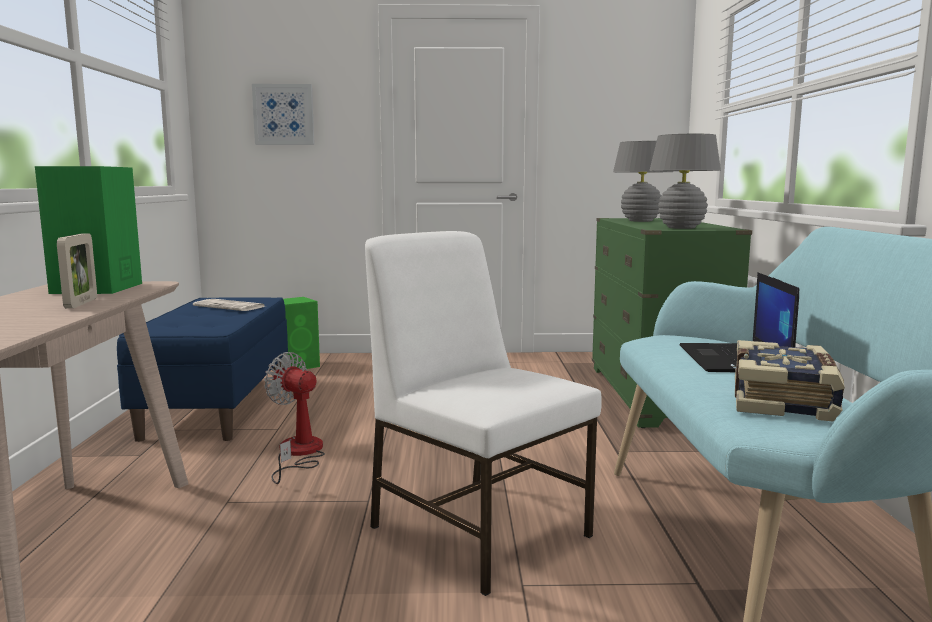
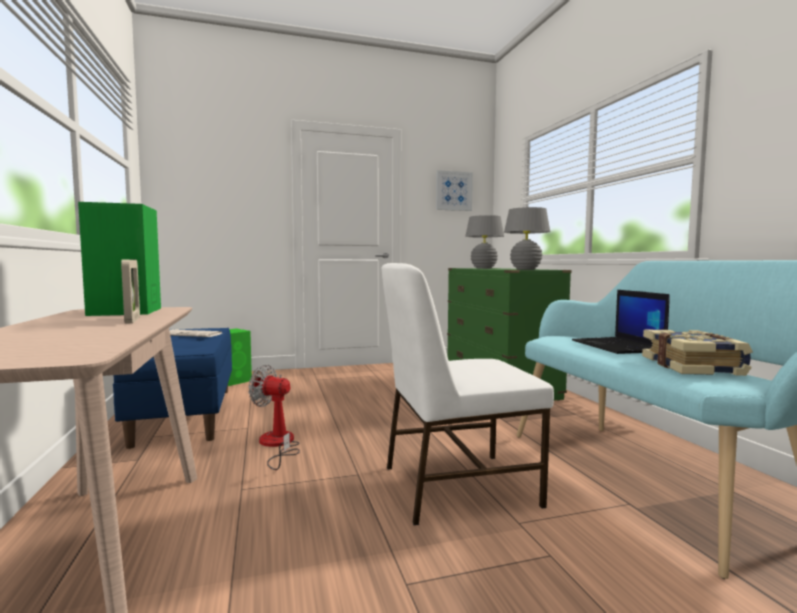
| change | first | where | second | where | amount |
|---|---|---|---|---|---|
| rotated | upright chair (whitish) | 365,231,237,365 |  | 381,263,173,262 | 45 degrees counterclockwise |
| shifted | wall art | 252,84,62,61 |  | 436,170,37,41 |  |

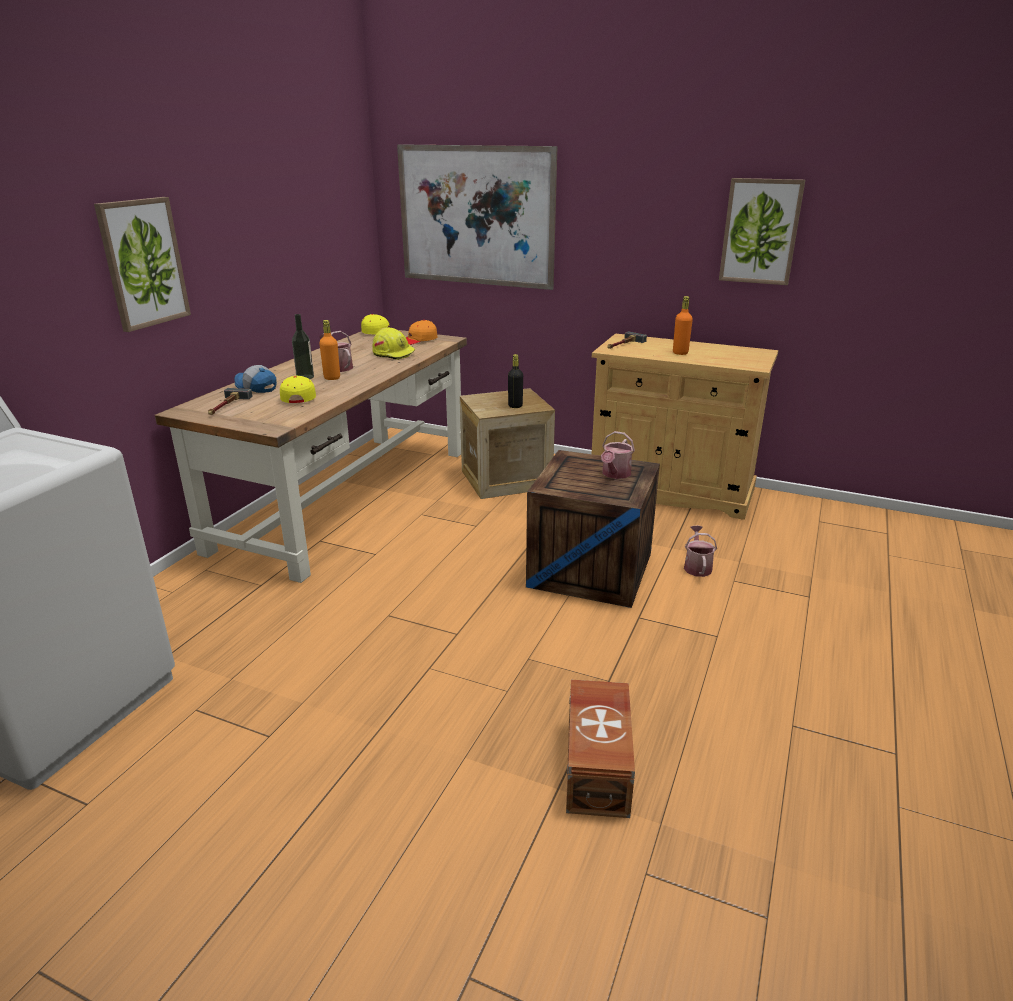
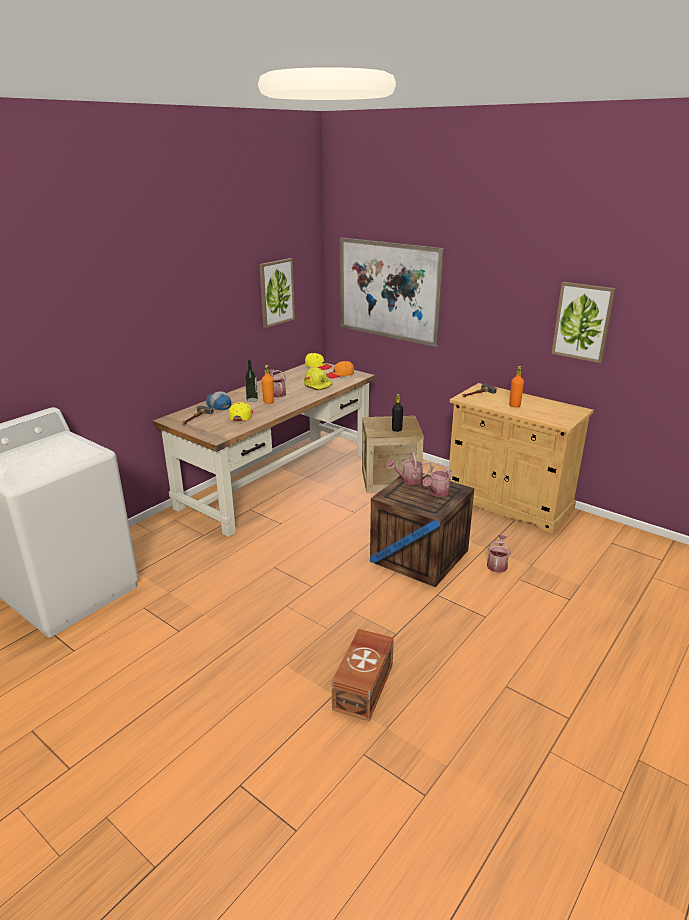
| change | first | where | second | where | amount |
|---|---|---|---|---|---|
| shifted | wall art | 94,197,97,135 |  | 259,258,36,70 |  |
| new |  |  | sprinkling can | 386,452,46,33 |  |

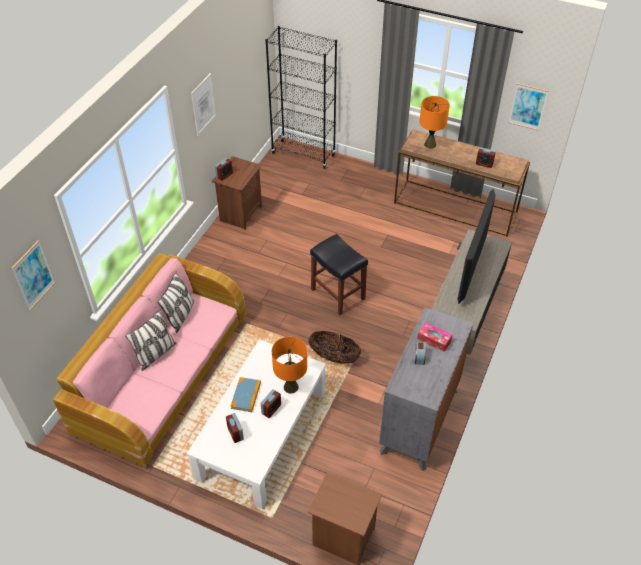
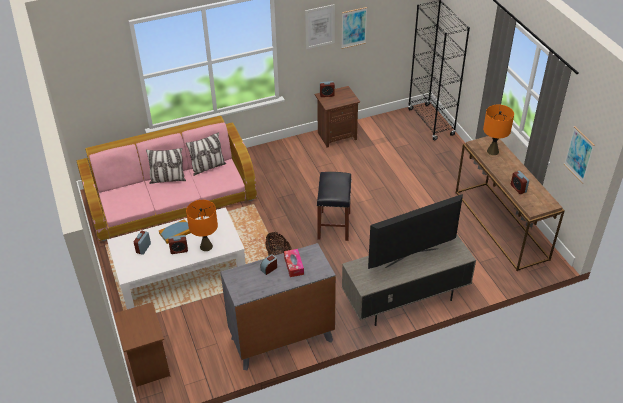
| change | first | where | second | where | amount |
|---|---|---|---|---|---|
| shifted | wall art | 11,240,44,70 |  | 341,7,26,42 |  |

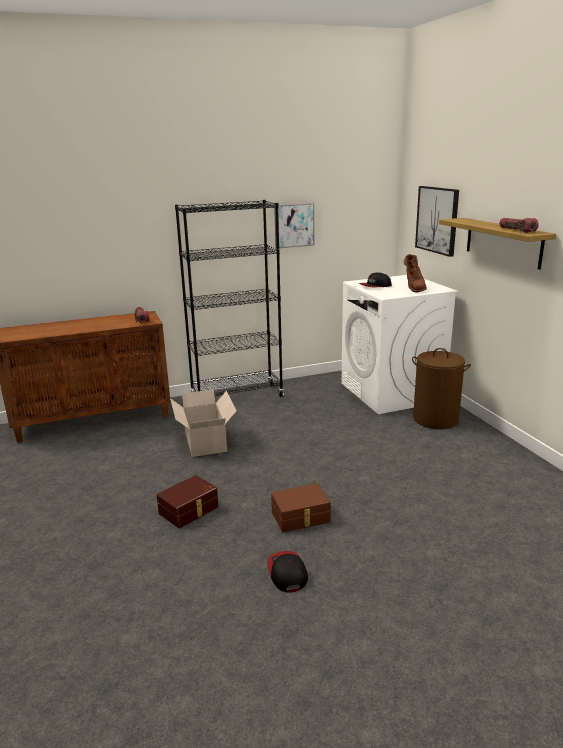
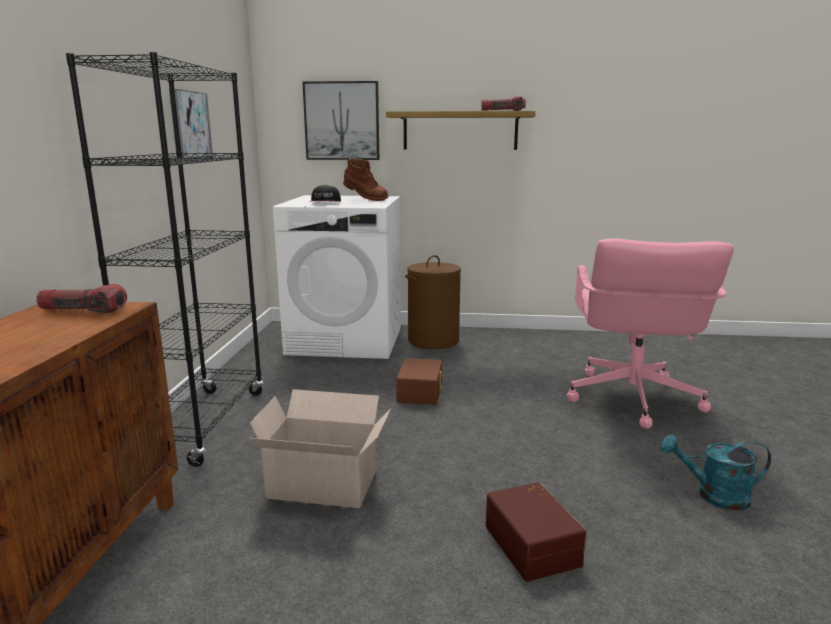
| change | first | where | second | where | amount |
|---|---|---|---|---|---|
| shifted | storage box (brown-coloured) | 271,483,60,50 |  | 396,358,47,47 |  |
| new |  |  | computer chair (pink-coloured) | 567,239,167,190 |  |
| swapped | cap | 268,551,40,42 | sprinkling can (turquoise) | 660,434,111,77 |  |

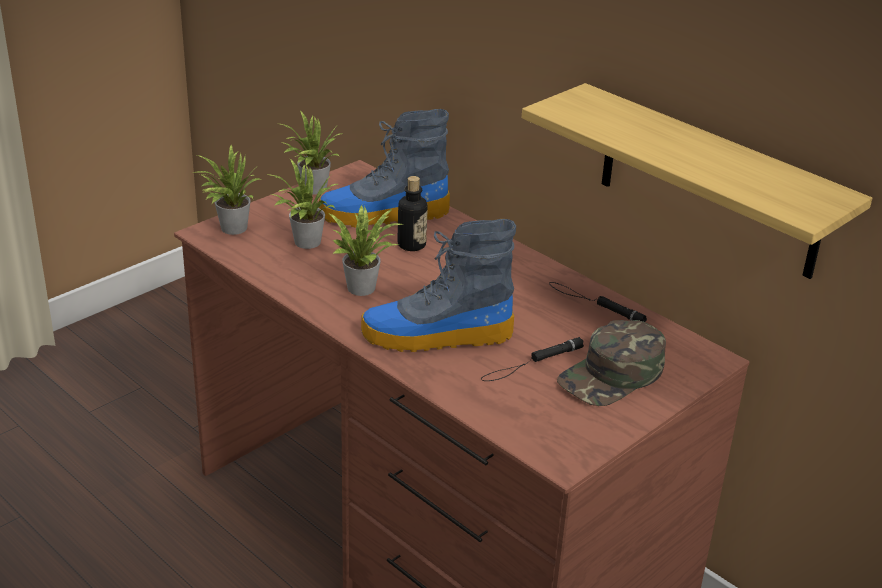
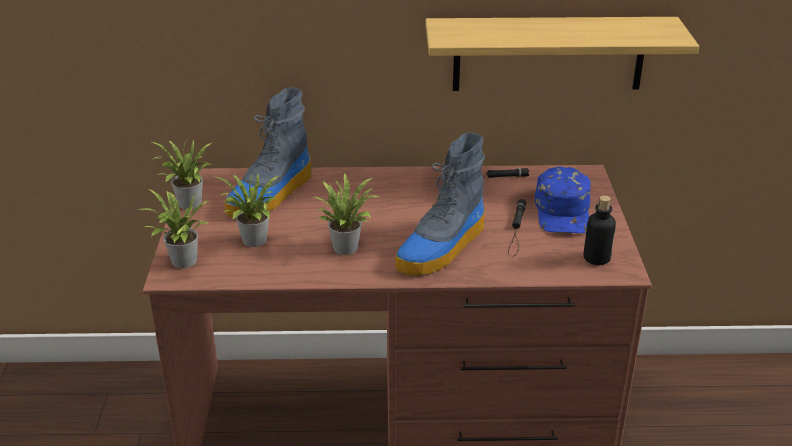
| change | first | where | second | where | amount |
|---|---|---|---|---|---|
| repainted | cap (greenish) | 557,320,109,86 | cap (bluish) | 535,167,55,66 |  |
| shifted | drink bottle | 398,176,30,75 |  | 583,195,33,70 |  |

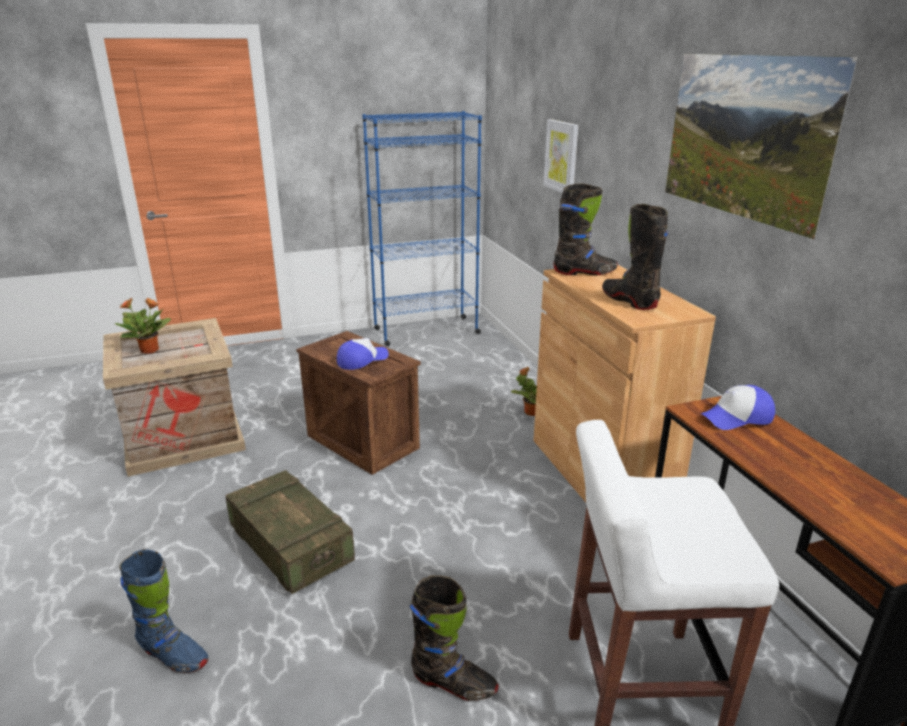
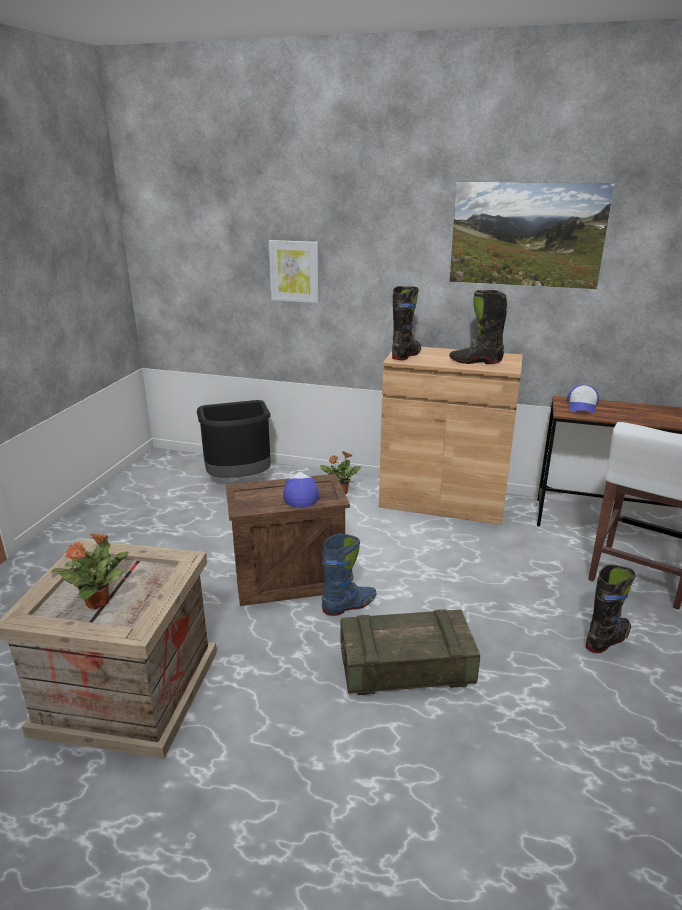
| change | first | where | second | where | amount |
|---|---|---|---|---|---|
| new |  |  | rubbish bin (black-coloured) | 197,400,74,78 |  |
| shifted | tall boot (bluish) | 119,549,89,124 |  | 322,534,55,82 |  |
| gone | bookshelf (bluish) | 362,111,120,235 |  |  |  |

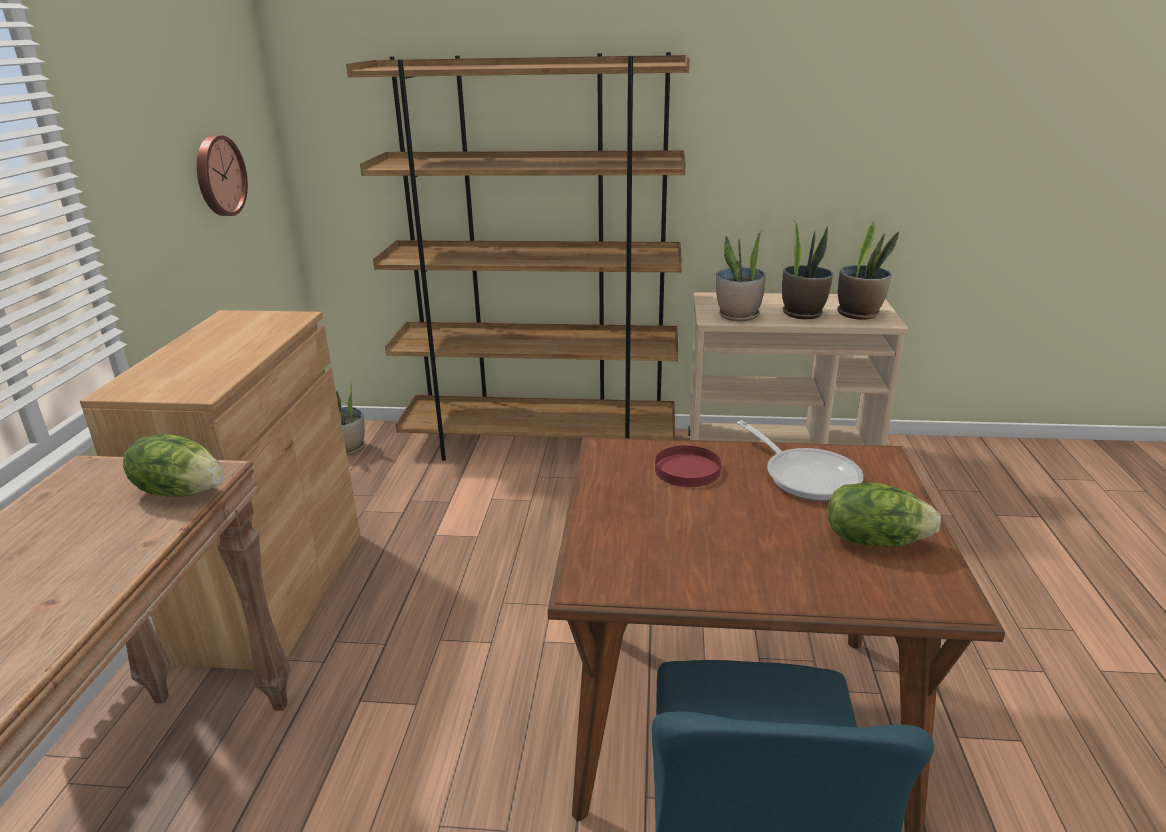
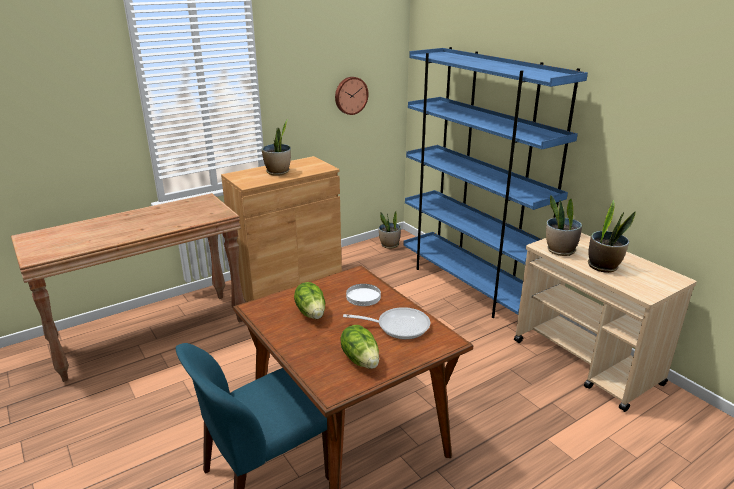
| change | first | where | second | where | amount |
|---|---|---|---|---|---|
| shifted | potted plant | 837,218,62,102 |  | 262,119,29,57 |  |
| shifted | head of lettuce | 123,434,101,63 |  | 294,282,31,37 |  |
| rotated | skillet | 737,420,126,81 |  | 343,307,87,32 | 105 degrees counterclockwise |
| repainted | dinner plate (red) | 655,446,66,41 | dinner plate (whitish) | 346,284,35,22 |  |
| repainted | bookshelf (brown-coloured) | 346,52,344,409 | bookshelf (bluish) | 403,47,185,271 |  |

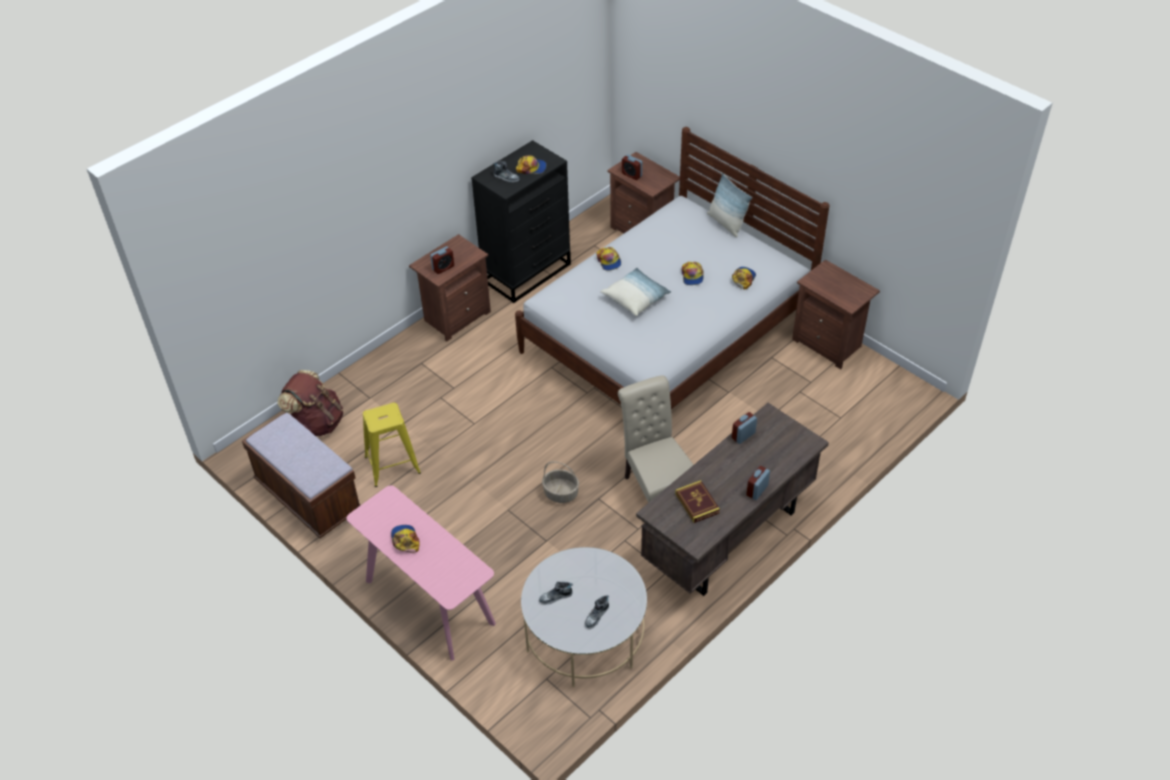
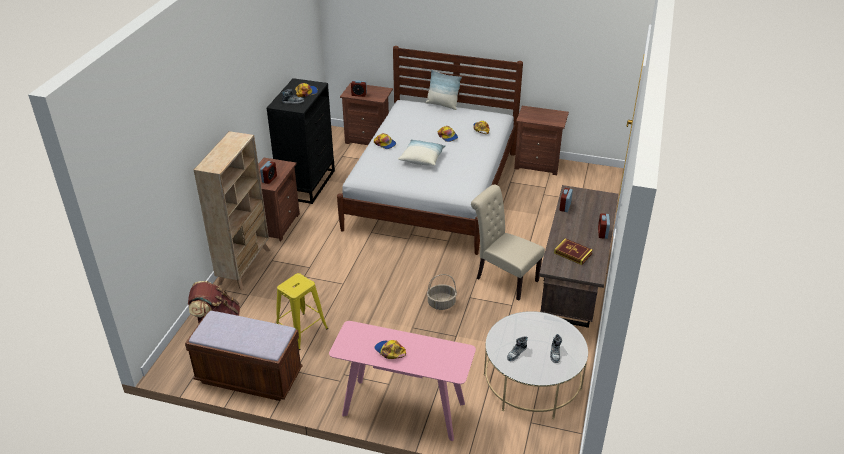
| change | first | where | second | where | amount |
|---|---|---|---|---|---|
| new |  |  | bookshelf (sand-coloured) | 194,131,76,159 |  |

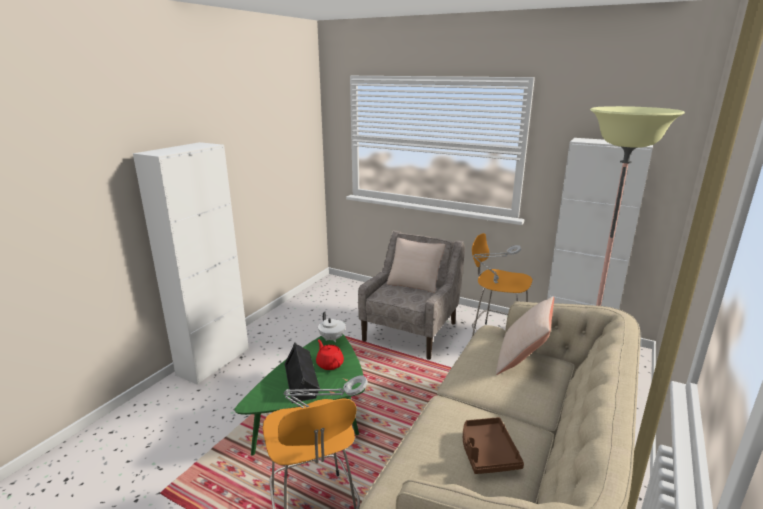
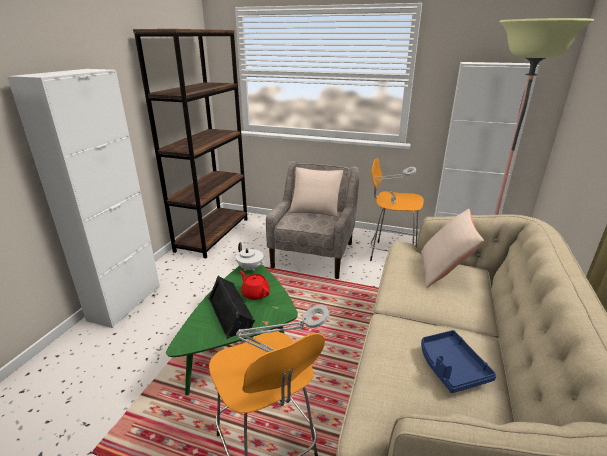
| change | first | where | second | where | amount |
|---|---|---|---|---|---|
| new |  |  | bookshelf (brown-coloured) | 133,29,115,229 |  |
| repainted | carrying tray (brown-coloured) | 463,417,61,57 | carrying tray (bluish) | 421,330,75,63 |  |

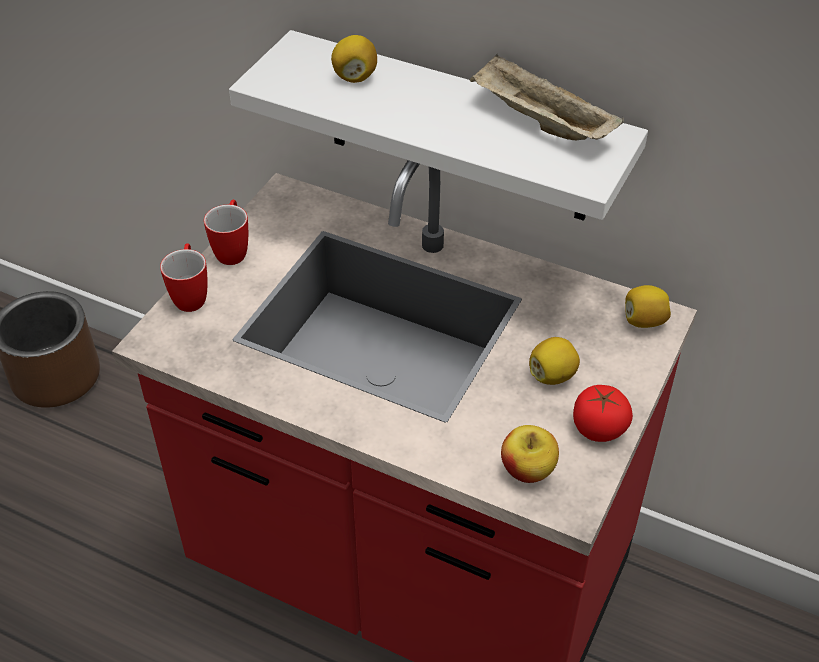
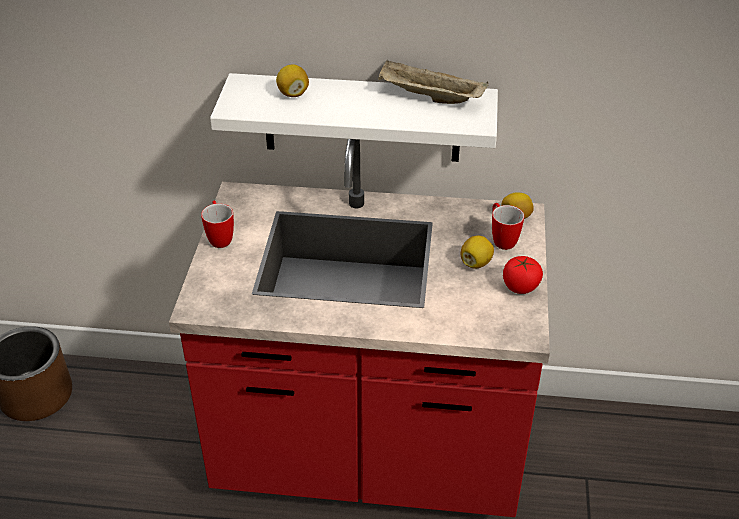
| change | first | where | second | where | amount |
|---|---|---|---|---|---|
| shifted | tea mug | 160,243,48,69 |  | 492,203,32,47 |  |
| gone | whole apple | 501,425,58,58 |  |  |  |

